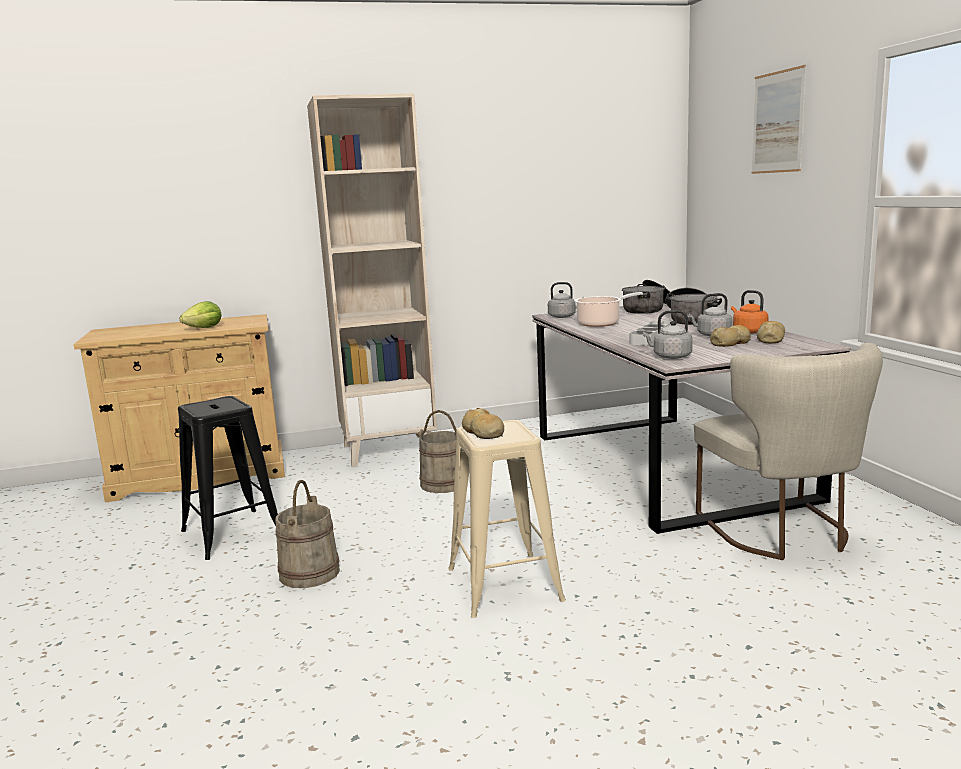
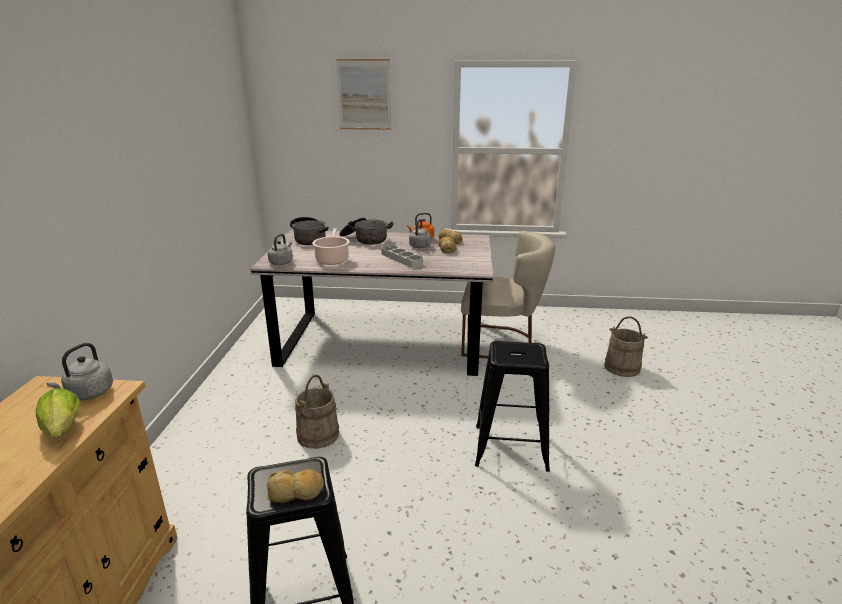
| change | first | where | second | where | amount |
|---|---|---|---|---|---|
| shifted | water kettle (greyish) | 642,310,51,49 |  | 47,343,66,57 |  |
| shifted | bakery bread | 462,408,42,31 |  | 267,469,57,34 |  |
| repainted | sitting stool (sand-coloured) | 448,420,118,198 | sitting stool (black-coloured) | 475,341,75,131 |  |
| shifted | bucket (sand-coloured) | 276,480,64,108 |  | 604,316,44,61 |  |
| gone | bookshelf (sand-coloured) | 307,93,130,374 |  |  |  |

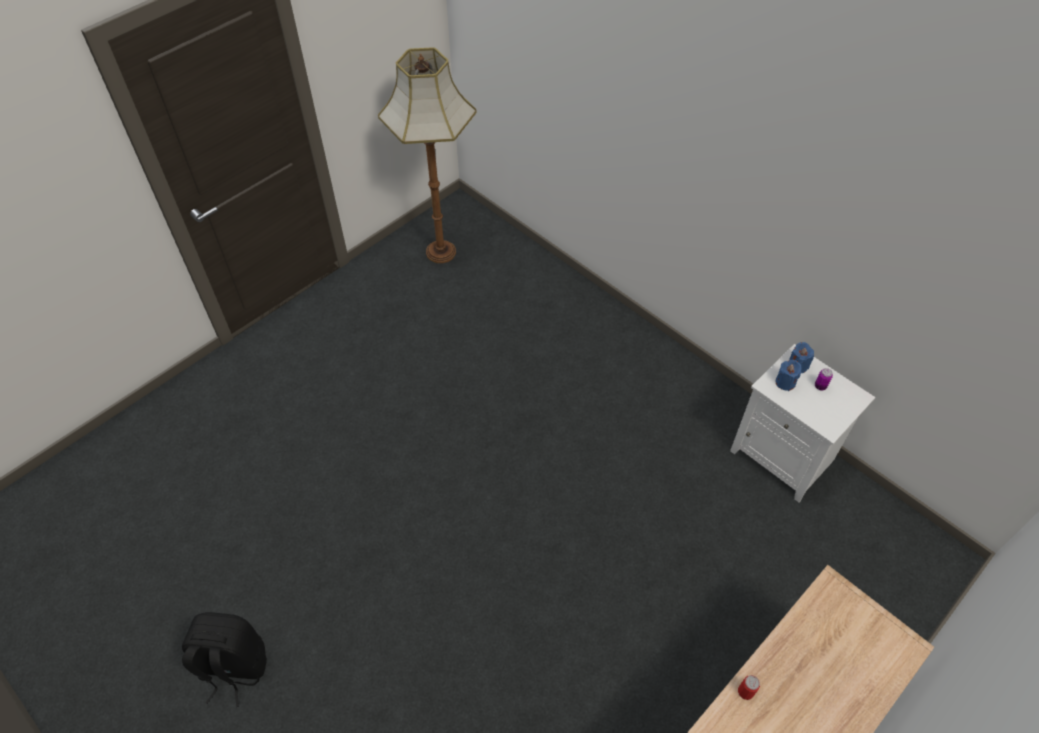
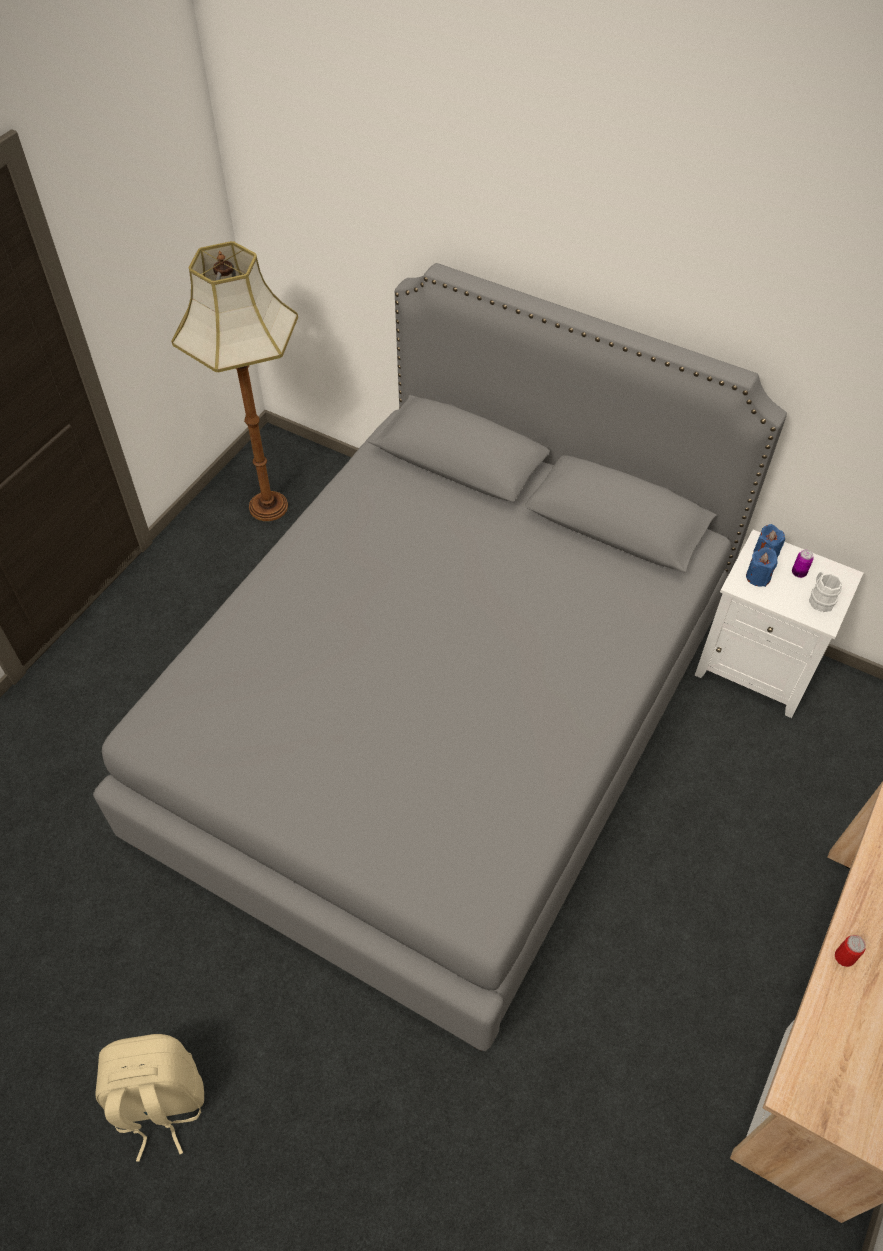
| change | first | where | second | where | amount |
|---|---|---|---|---|---|
| new |  |  | sleeping bed (greyish) | 93,263,694,788 |  |
| repainted | backpack (black-coloured) | 182,612,85,95 | backpack (sand-coloured) | 95,1034,109,128 |  |
| new |  |  | tea mug (whitish) | 809,572,33,40 |  |

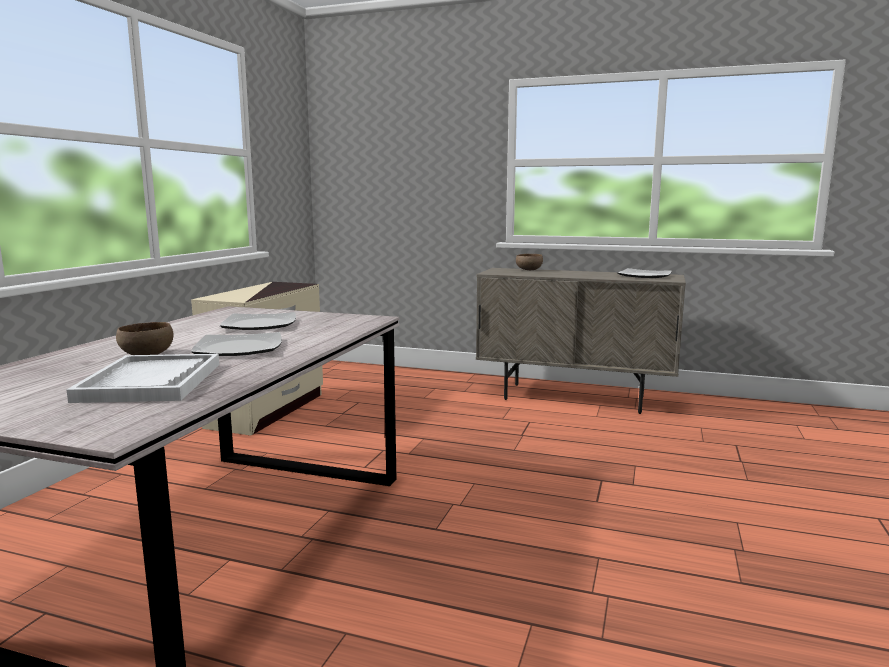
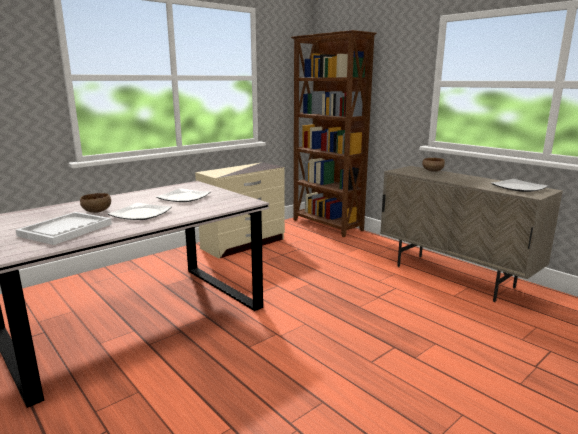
| change | first | where | second | where | amount |
|---|---|---|---|---|---|
| new |  |  | bookshelf (brown-coloured) | 291,30,86,207 |  |

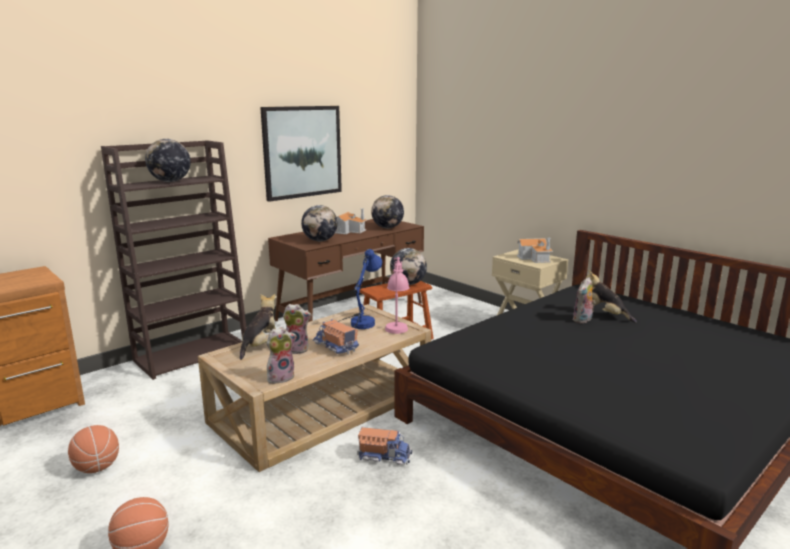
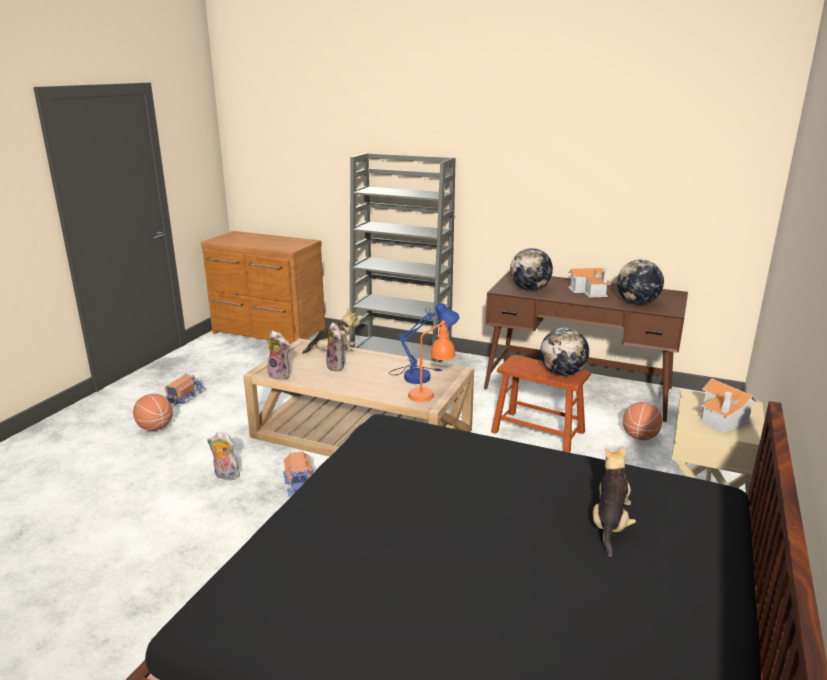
| change | first | where | second | where | amount |
|---|---|---|---|---|---|
| shifted | model truck | 312,319,47,35 |  | 164,374,42,32 |  |
| shifted | cuddly toy | 573,277,23,46 |  | 207,432,33,48 |  |
| repainted | bookshelf (brown-coloured) | 101,140,146,240 | bookshelf (greyish) | 349,153,107,209 |  |
| repainted | tabletop lamp (pink-coloured) | 385,257,24,77 | tabletop lamp (orange-coloured) | 408,320,48,82 |  |
| shifted | basketball | 68,425,51,48 |  | 623,402,39,38 |  |
| gone | world globe | 145,139,46,43 |  |  |  |
| gone | wall art | 260,106,82,96 |  |  |  |

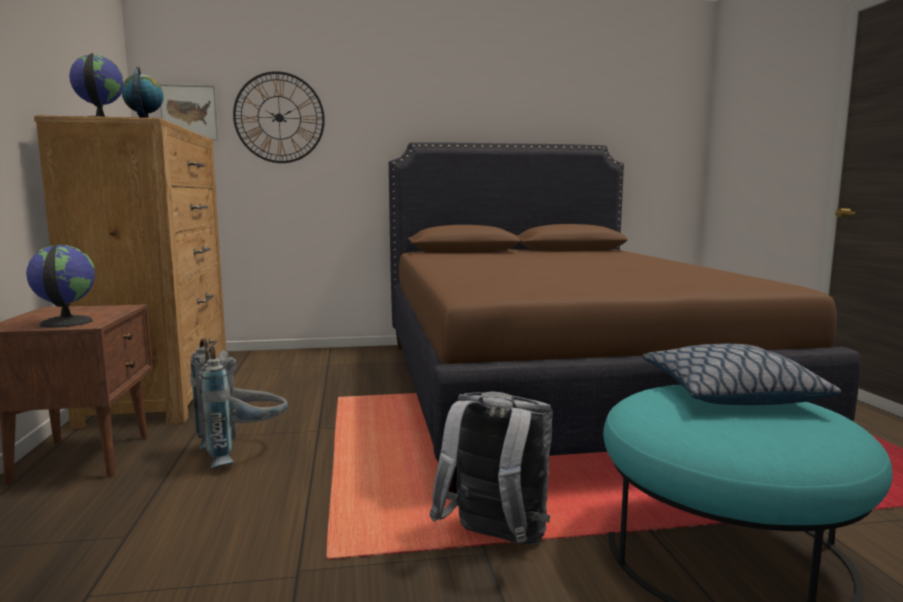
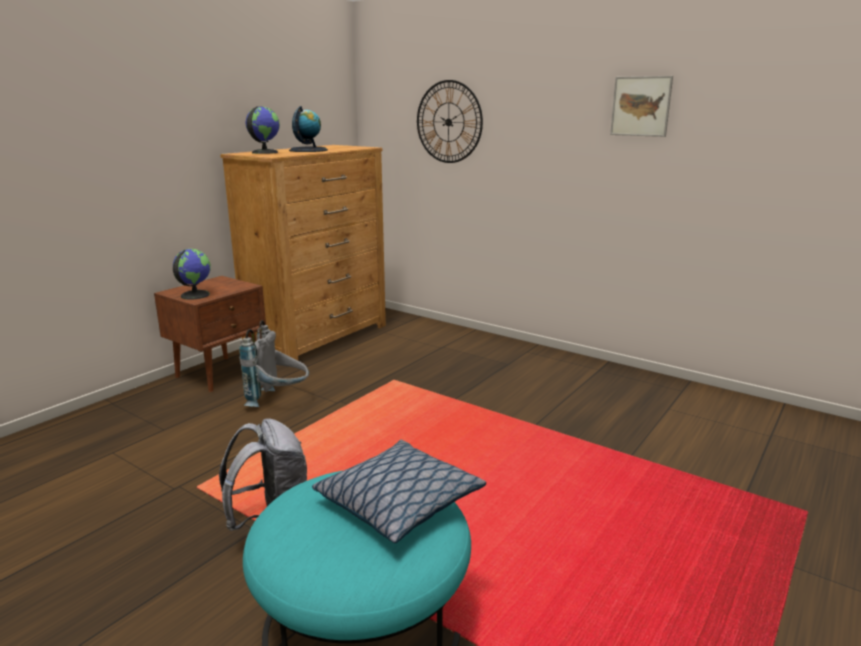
| change | first | where | second | where | amount |
|---|---|---|---|---|---|
| shifted | wall art | 159,84,60,56 |  | 610,76,63,61 |  |
| gone | sleeping bed (brown-coloured) | 389,142,471,351 |  |  |  |

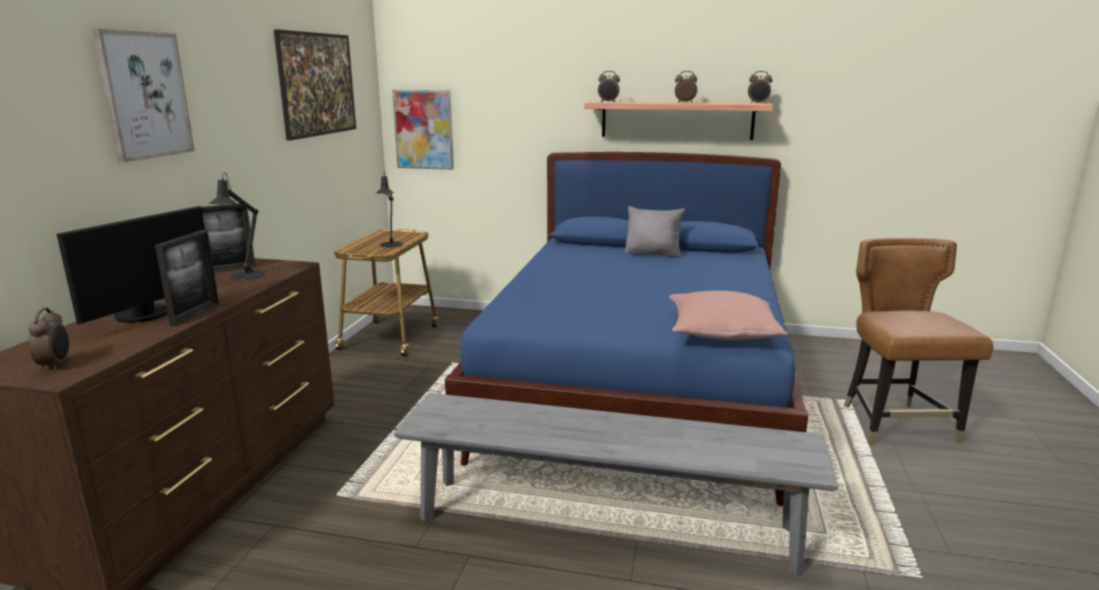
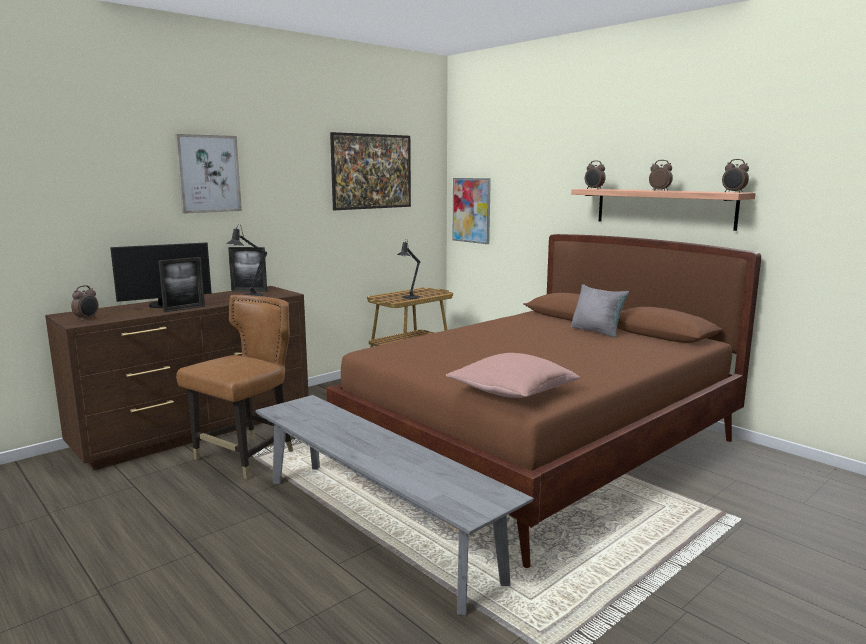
| change | first | where | second | where | amount |
|---|---|---|---|---|---|
| shifted | upright chair (brown-coloured) | 844,238,149,207 |  | 176,295,117,184 |  |
| repainted | sleeping bed (bluish) | 445,152,363,354 | sleeping bed (brown-coloured) | 326,234,435,334 |  |

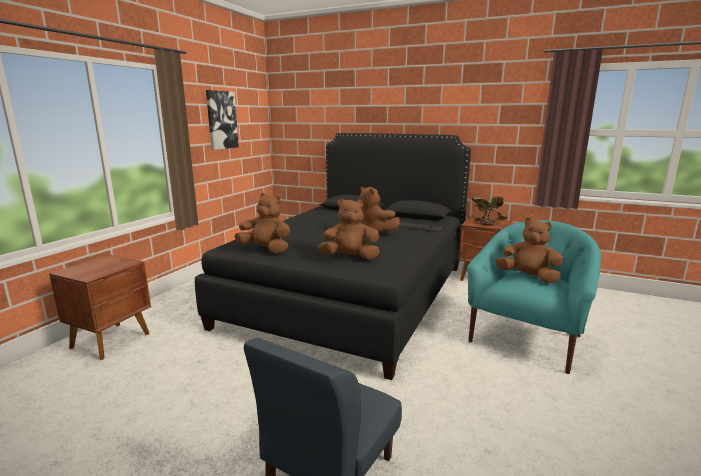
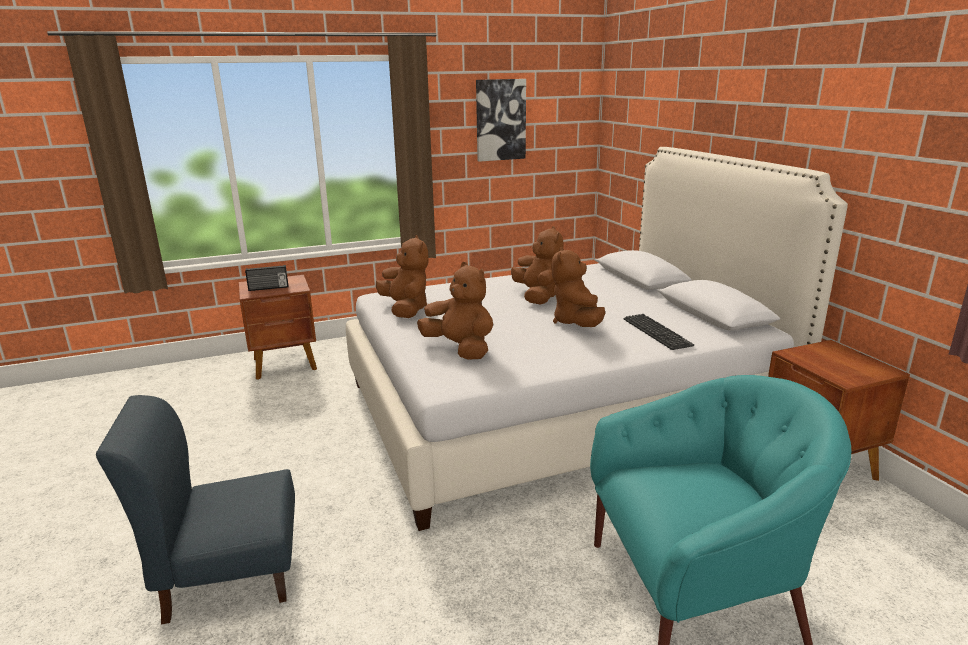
| change | first | where | second | where | amount |
|---|---|---|---|---|---|
| new |  |  | radio | 245,265,44,26 |  |
| repainted | sleeping bed (black-coloured) | 195,133,276,247 | sleeping bed (whitish) | 346,147,502,384 |  |
| shifted | cuddly toy (brown-coloured) | 496,218,67,65 |  | 511,226,52,79 |  |
| gone | potted plant | 472,196,36,30 |  |  |  |

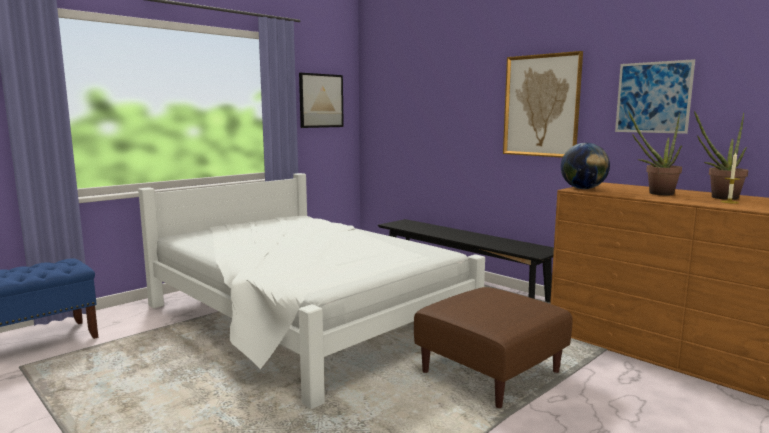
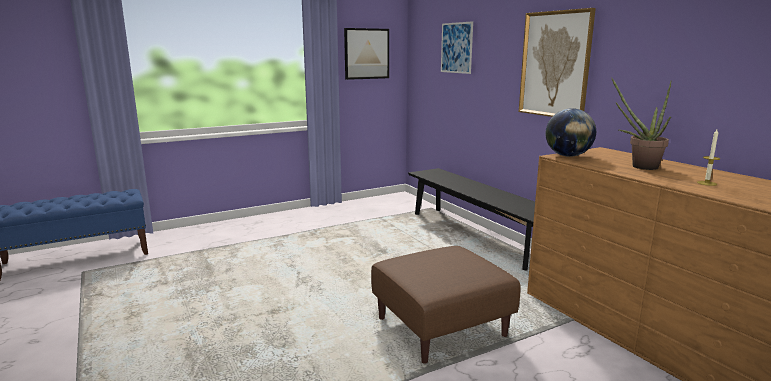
| change | first | where | second | where | amount |
|---|---|---|---|---|---|
| shifted | wall art | 615,59,80,75 |  | 441,21,32,53 |  |
| gone | sleeping bed (whitish) | 138,173,347,236 |  |  |  |
| gone | potted plant | 694,111,54,89 |  |  |  |

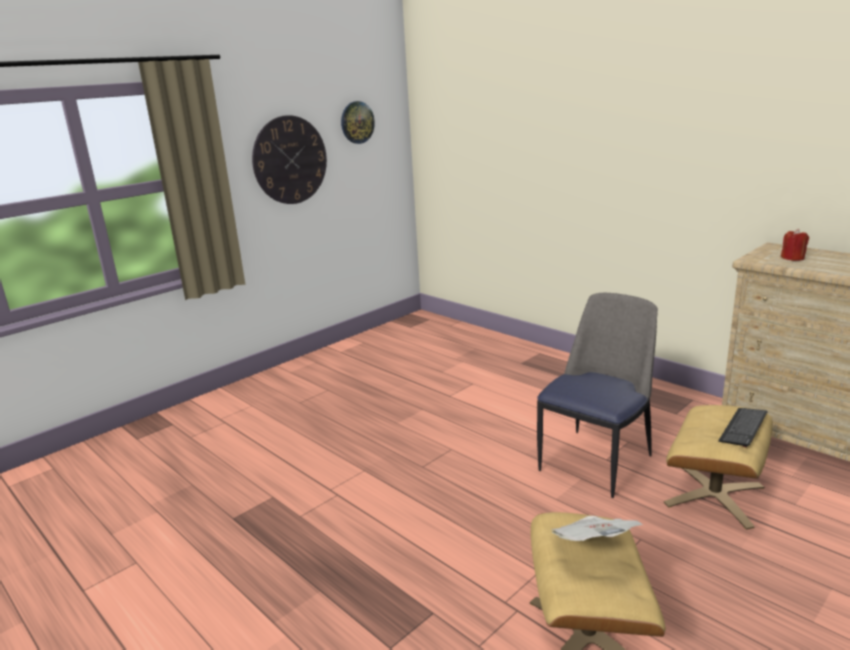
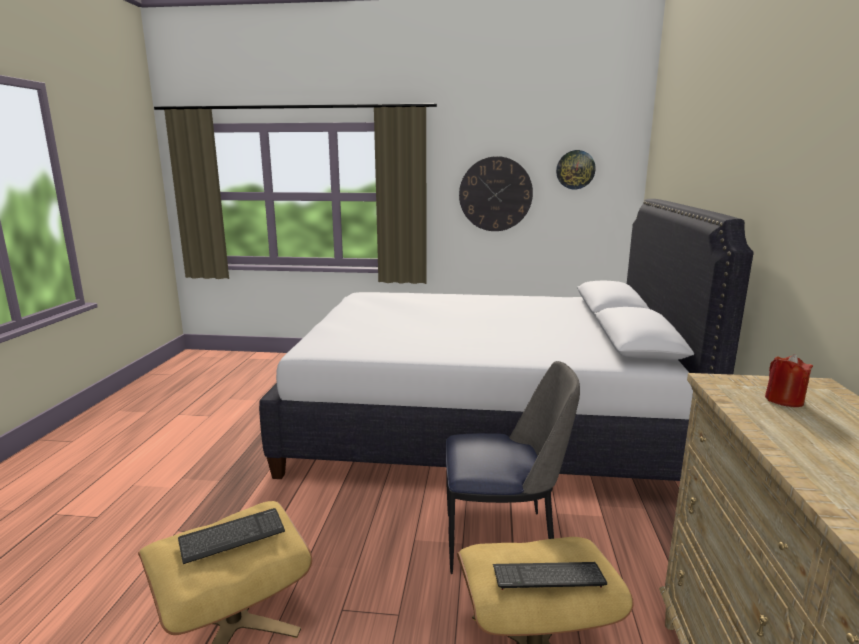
| change | first | where | second | where | amount |
|---|---|---|---|---|---|
| swapped | daily paper | 551,516,92,25 | PC keyboard | 178,508,107,56 |  |
| new |  |  | sleeping bed (whitish) | 259,199,494,282 |  |

